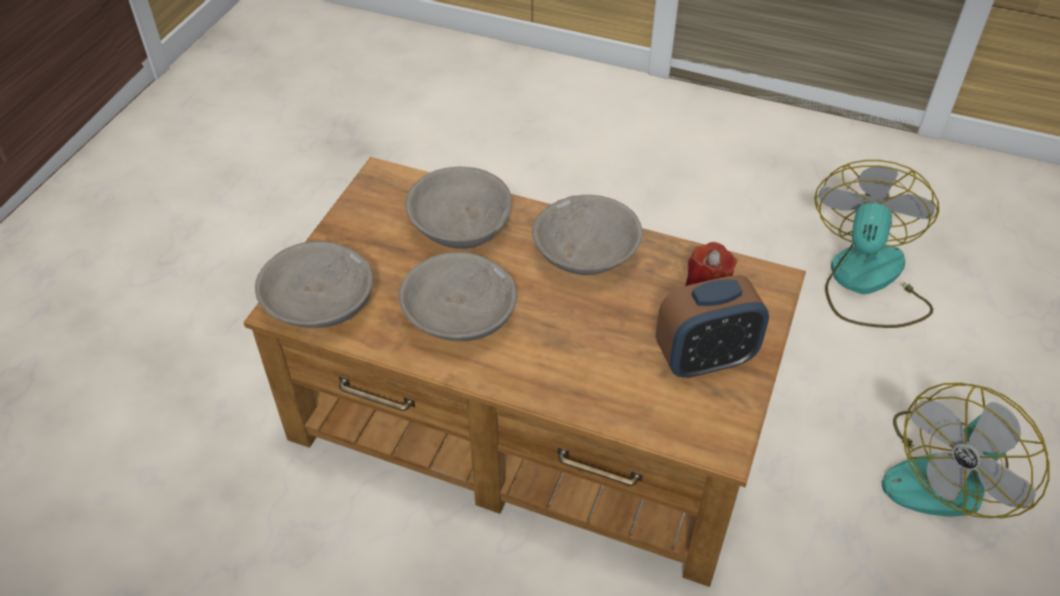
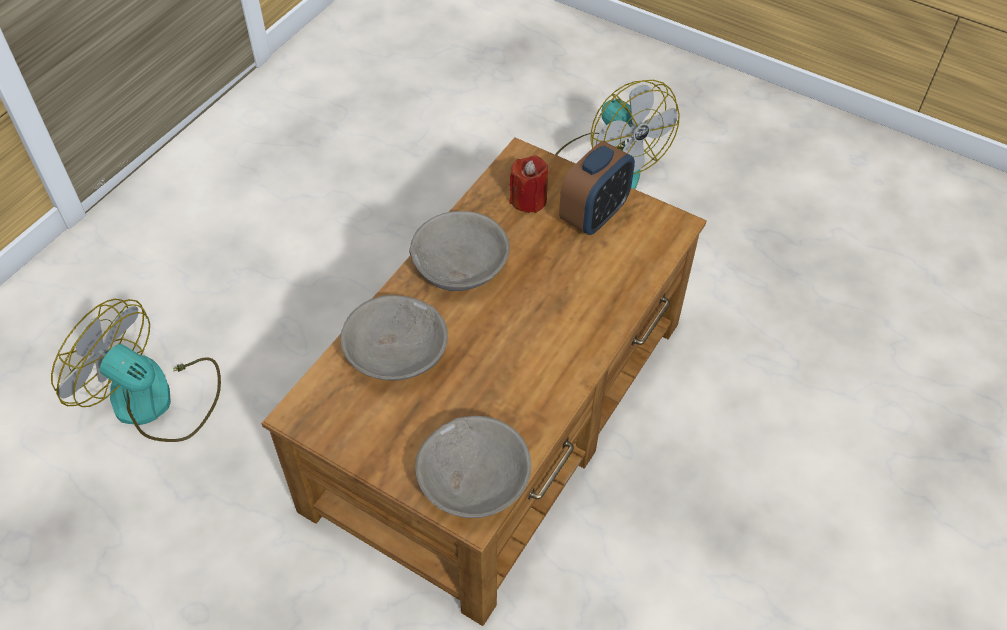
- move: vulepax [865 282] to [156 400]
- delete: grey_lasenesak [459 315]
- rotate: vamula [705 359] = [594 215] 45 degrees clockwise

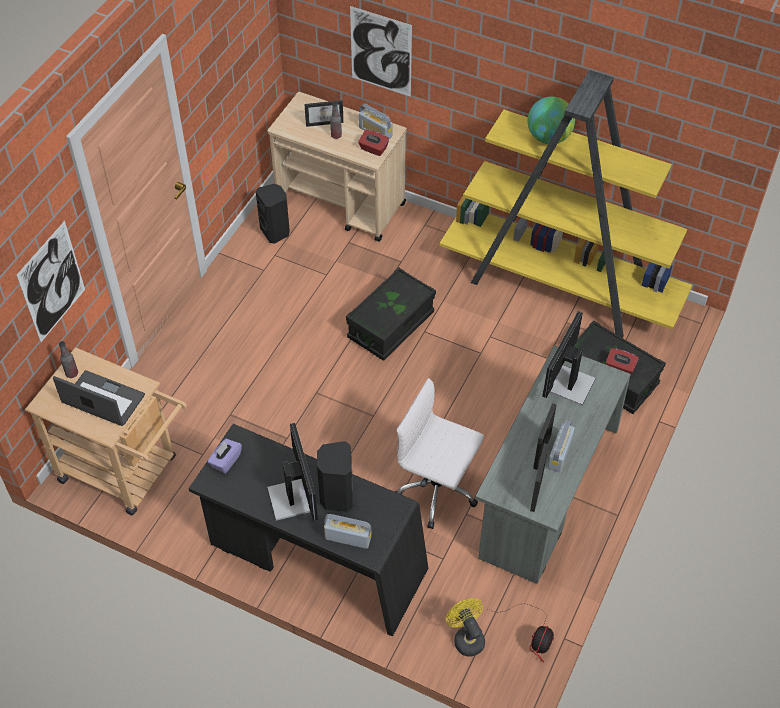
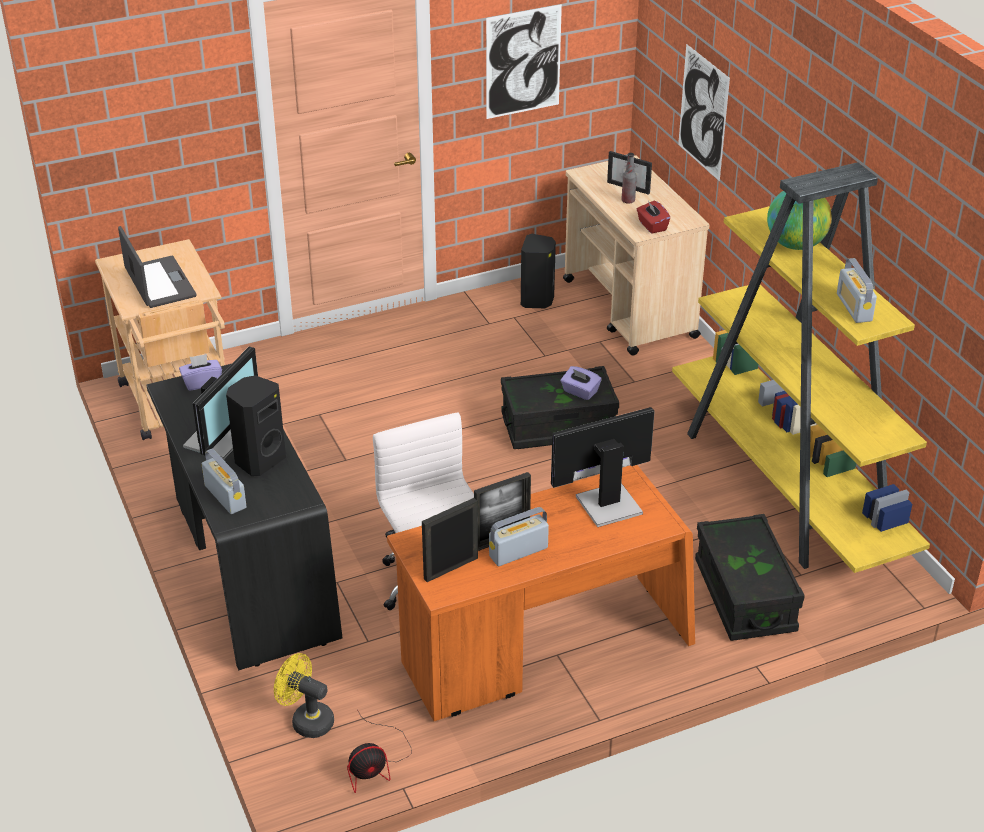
- move: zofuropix [375 132] to [854 307]
- move: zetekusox [52 282] to [523 62]
- delete: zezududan [72 373]
- recolor: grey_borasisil [546 492] to orange_borasisil [544 651]
- delete: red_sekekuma [620 368]
- rotate: yellow_vulepax [466 637] = [306 720] 75 degrees counterclockwise
- insert: purple_sekekuma [580 392]

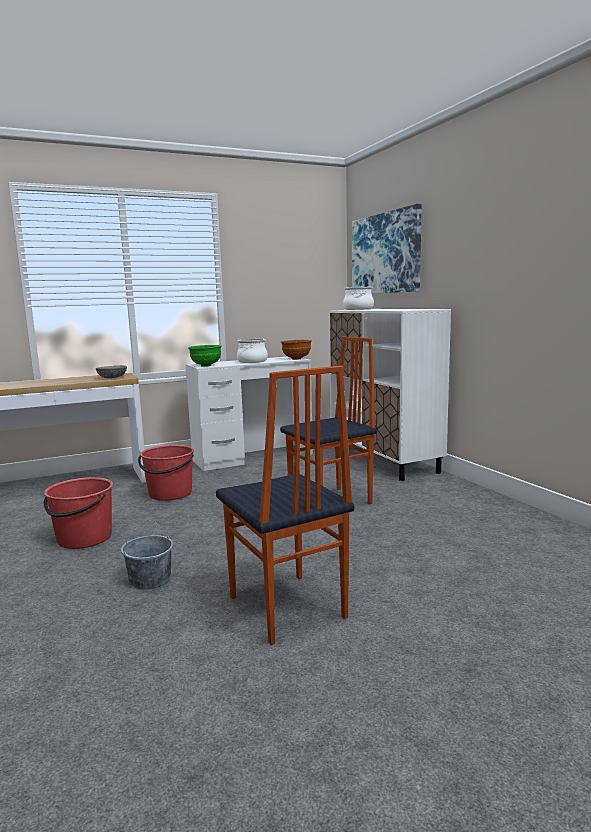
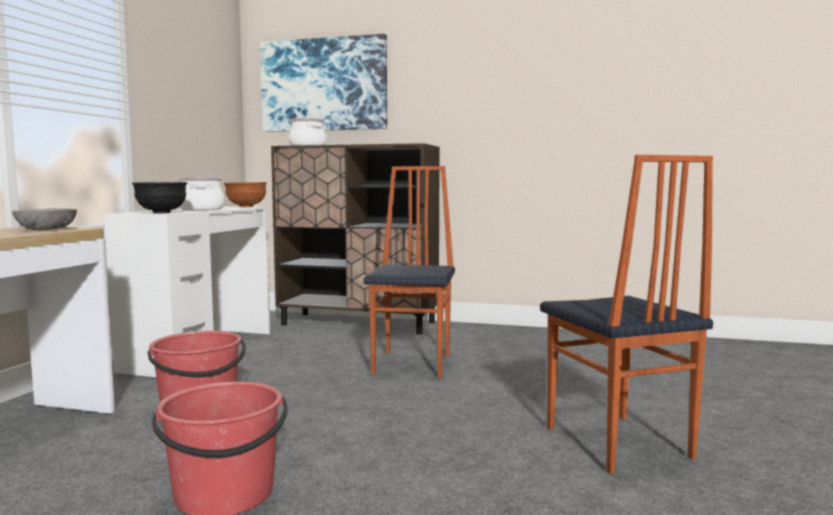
- recolor: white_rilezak [384 460] to brown_rilezak [359 323]
- recolor: green_lasenesak [205 366] to black_lasenesak [160 213]
- rotate: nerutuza [285 608] = [616 443] 60 degrees clockwise
- delete: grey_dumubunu [150 579]

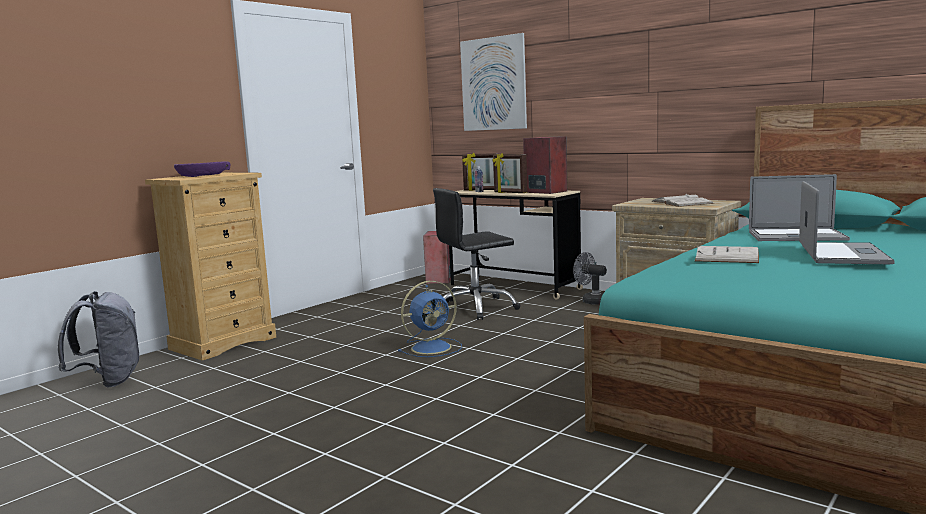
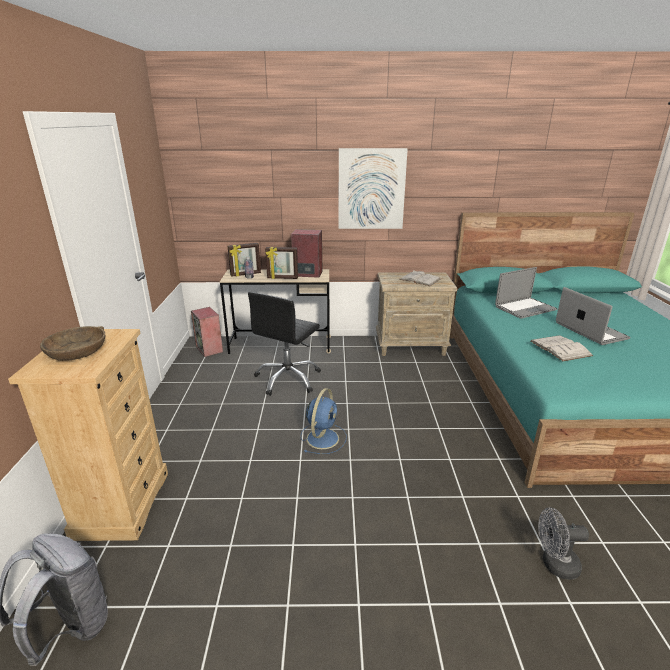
- move: zetekusox [493 84] to [371 189]
- recolor: purple_lasenesak [202 175] to brown_lasenesak [77 351]
- move: grey_vulepax [591 301] to [554 564]

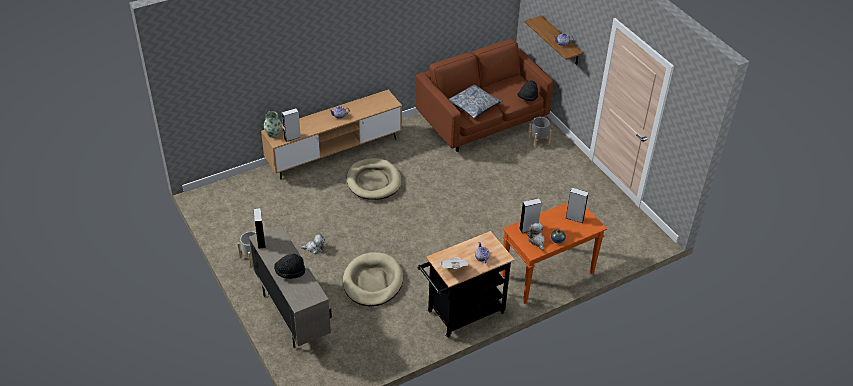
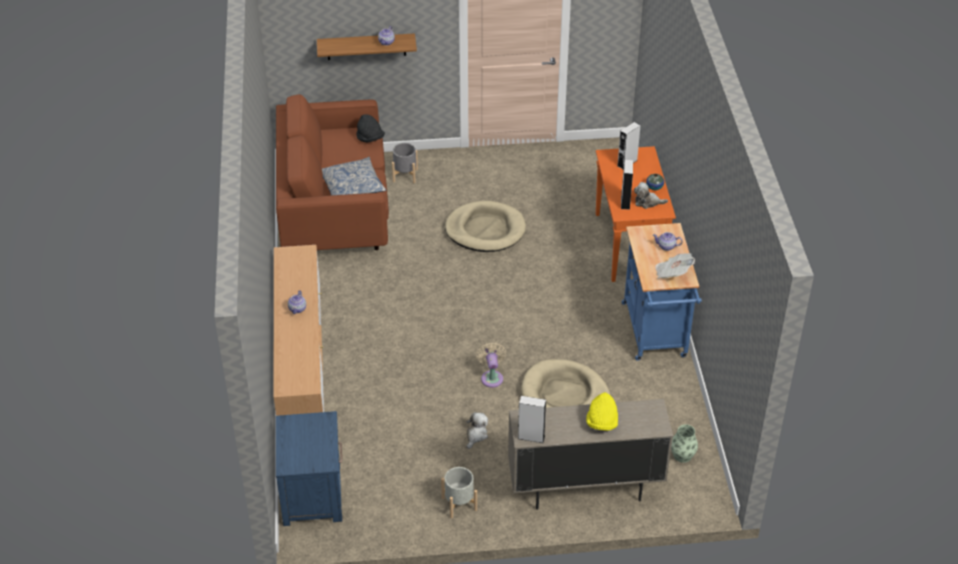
- delete: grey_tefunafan [292 137]
- move: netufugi [273 133] to [682 455]
- move: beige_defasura [373 181] to [485 230]
- recolor: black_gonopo [461 314] to blue_gonopo [655 334]
- recolor: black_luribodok [290 272] to yellow_luribodok [602 422]
- insert: beige_vulepax [491 377]
- insert: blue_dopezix [313 493]

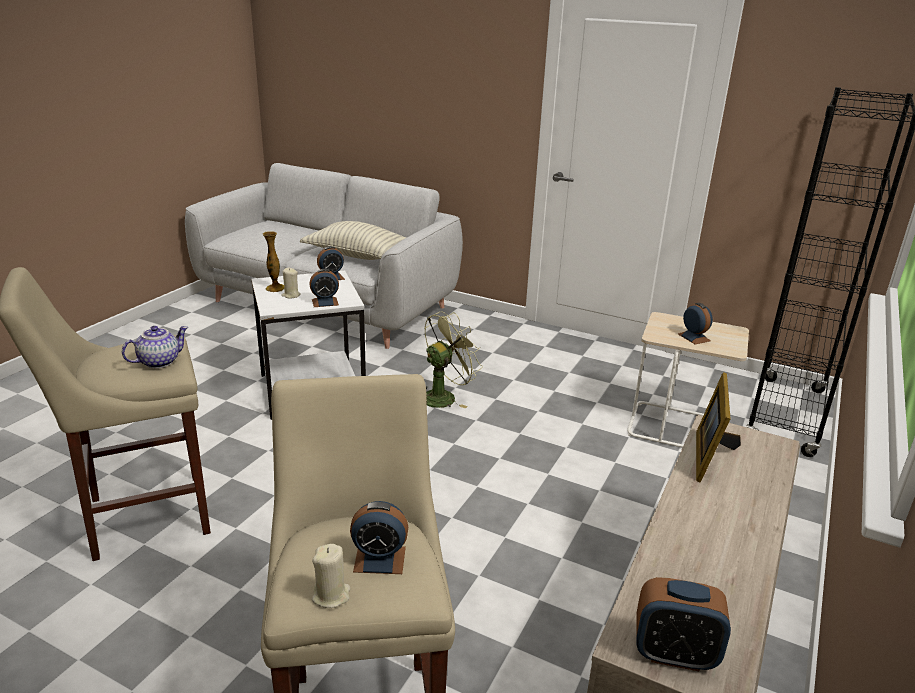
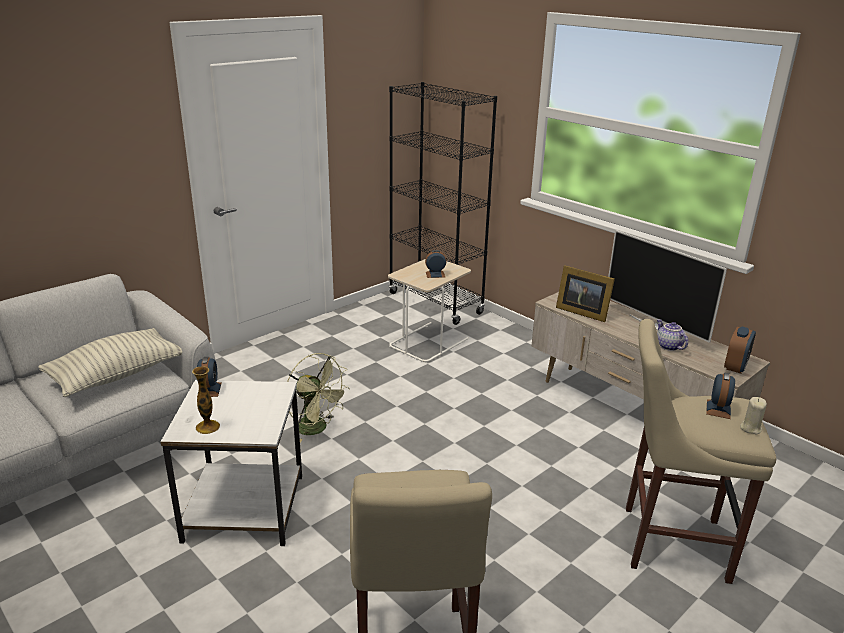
- delete: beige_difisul [291 295]
- delete: vamula [325 302]
- rotate: green_vulepax [443 396] = [317 429] 150 degrees clockwise
- move: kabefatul [159 361] to [668 346]
- insert: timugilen [656 326]

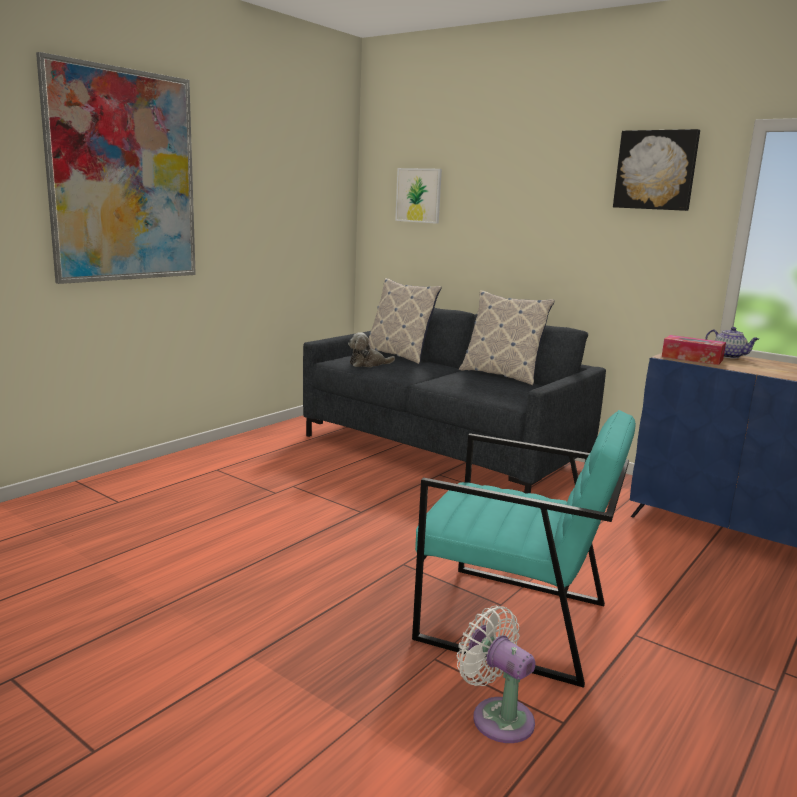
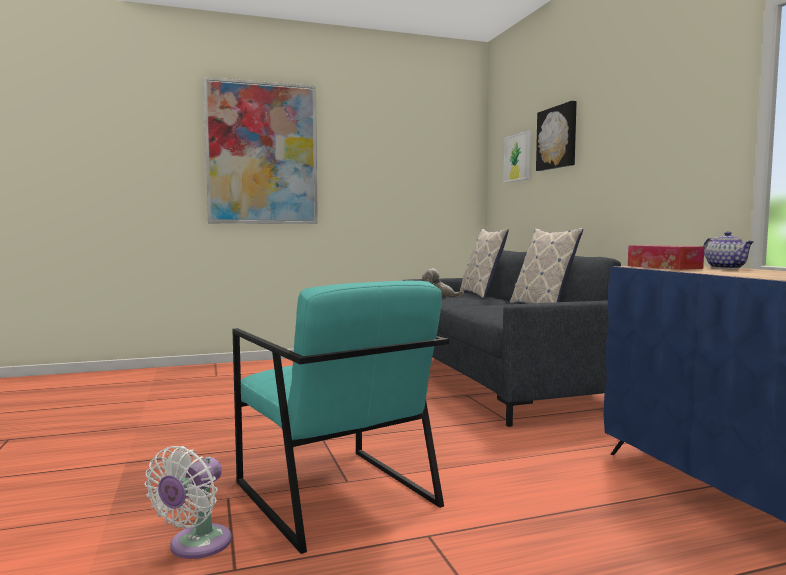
- move: zetekusox [656 170] to [558 138]
- rotate: white_vulepax [498 716] = [196 546] 150 degrees counterclockwise

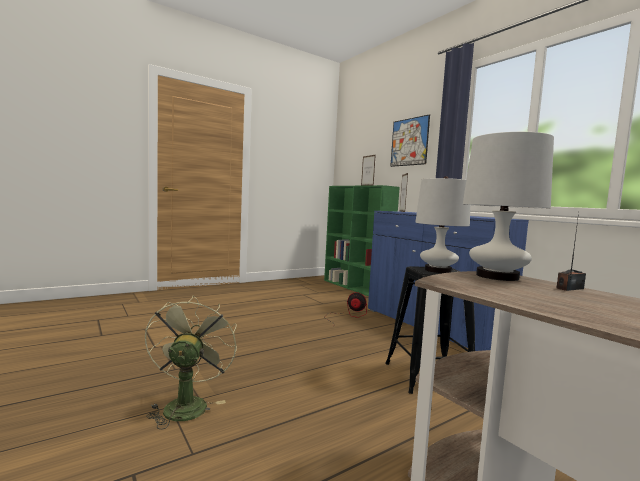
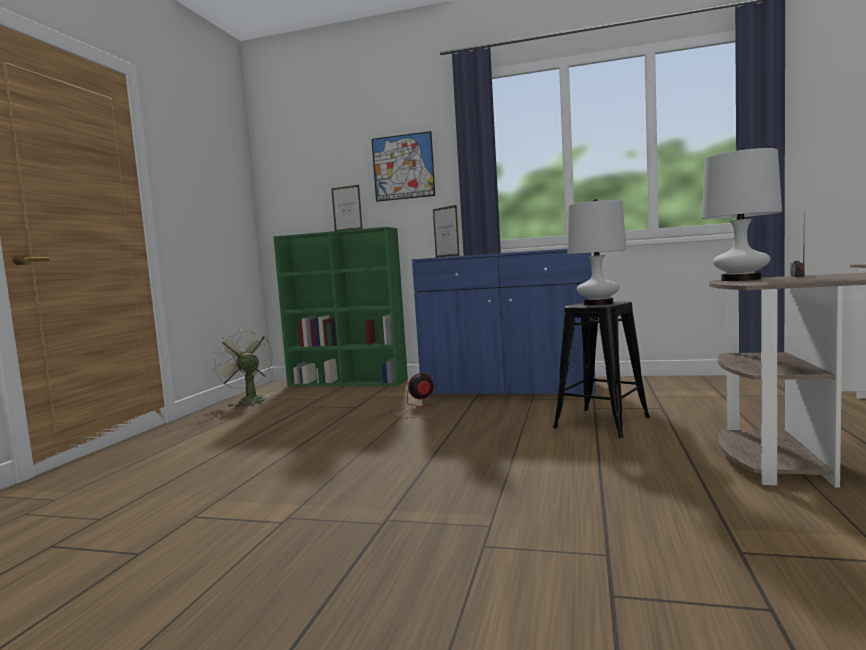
- move: green_vulepax [187 404] to [247 401]

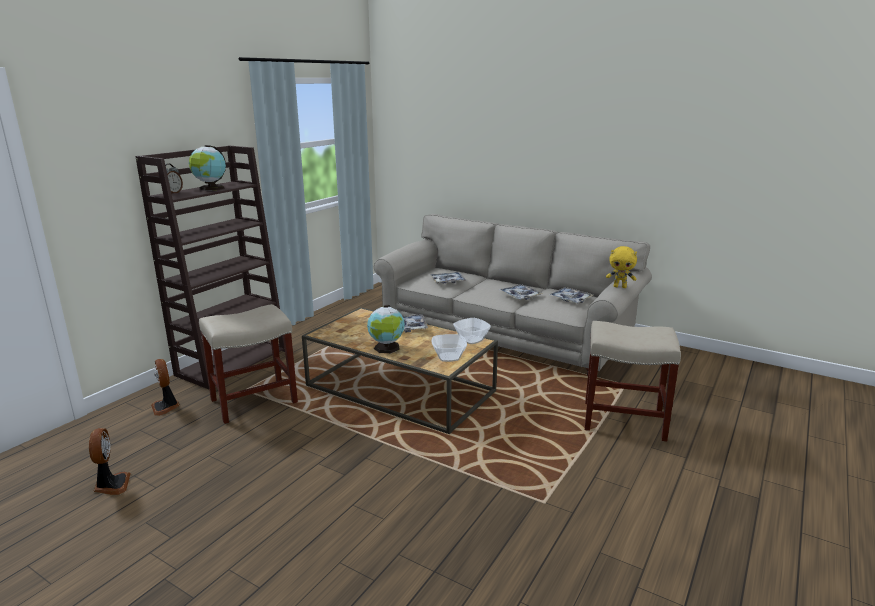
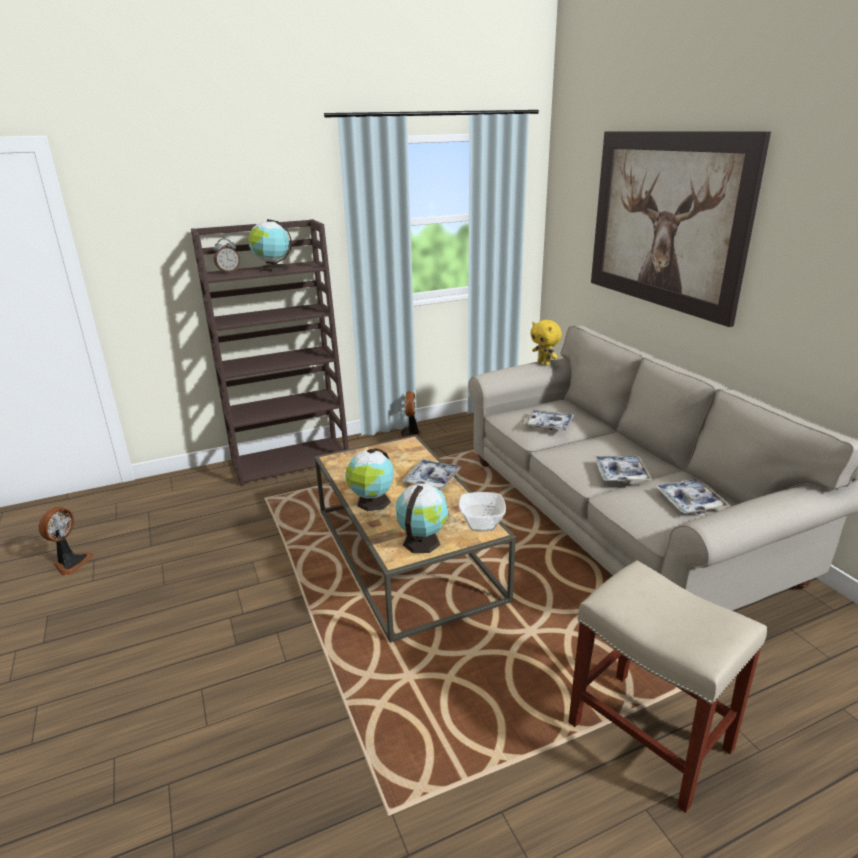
- move: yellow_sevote [620 287] to [544 363]
- delete: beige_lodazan [255 401]
- replace: lasenesak [448 357] to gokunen [422 541]
- move: vulepax [166 407] to [409 434]
- insert: zetekusox [666 221]

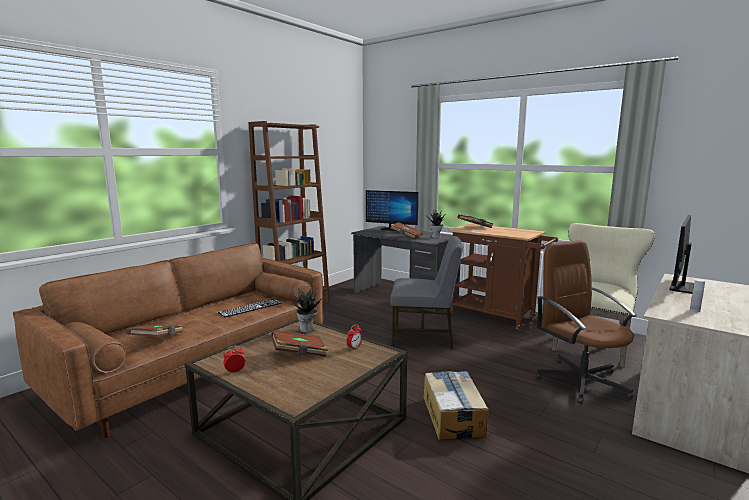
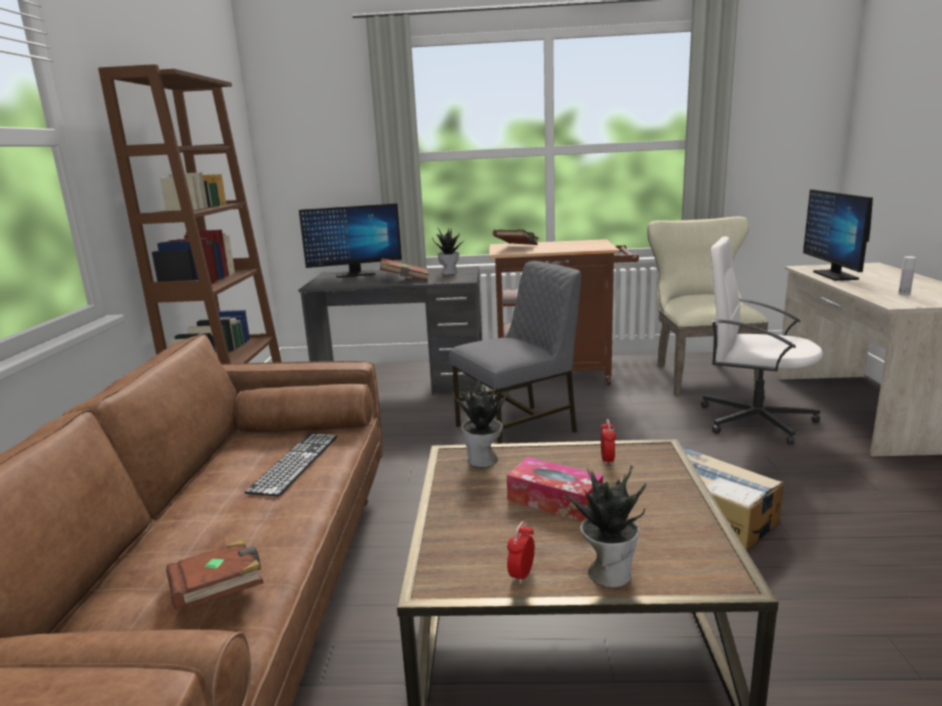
- recolor: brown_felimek [581 381] to white_felimek [754 420]
- replace: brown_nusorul [299 353] to sekekuma [554 500]
- insert: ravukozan [608 572]

